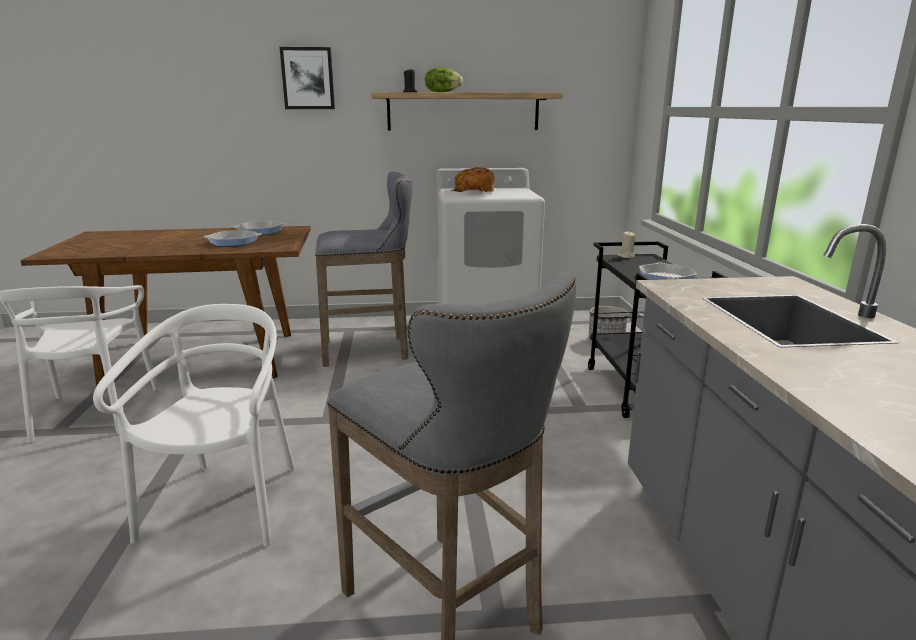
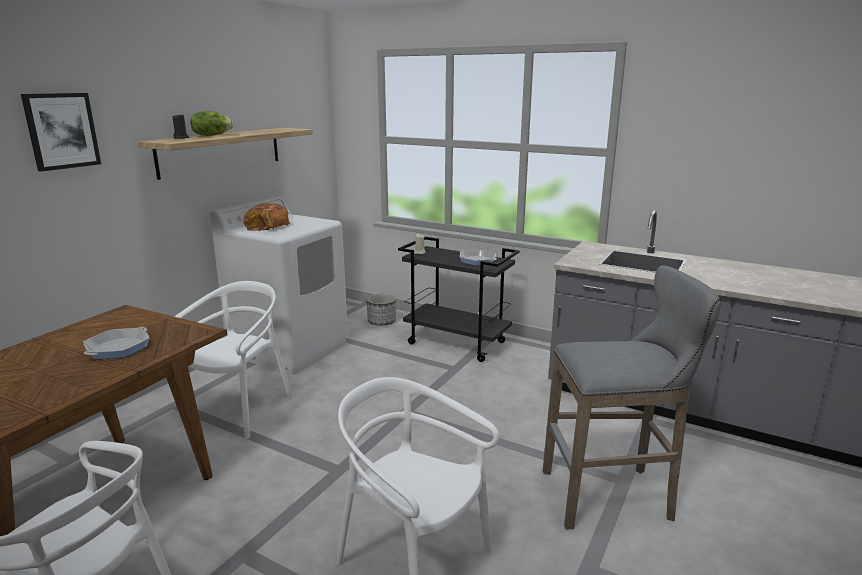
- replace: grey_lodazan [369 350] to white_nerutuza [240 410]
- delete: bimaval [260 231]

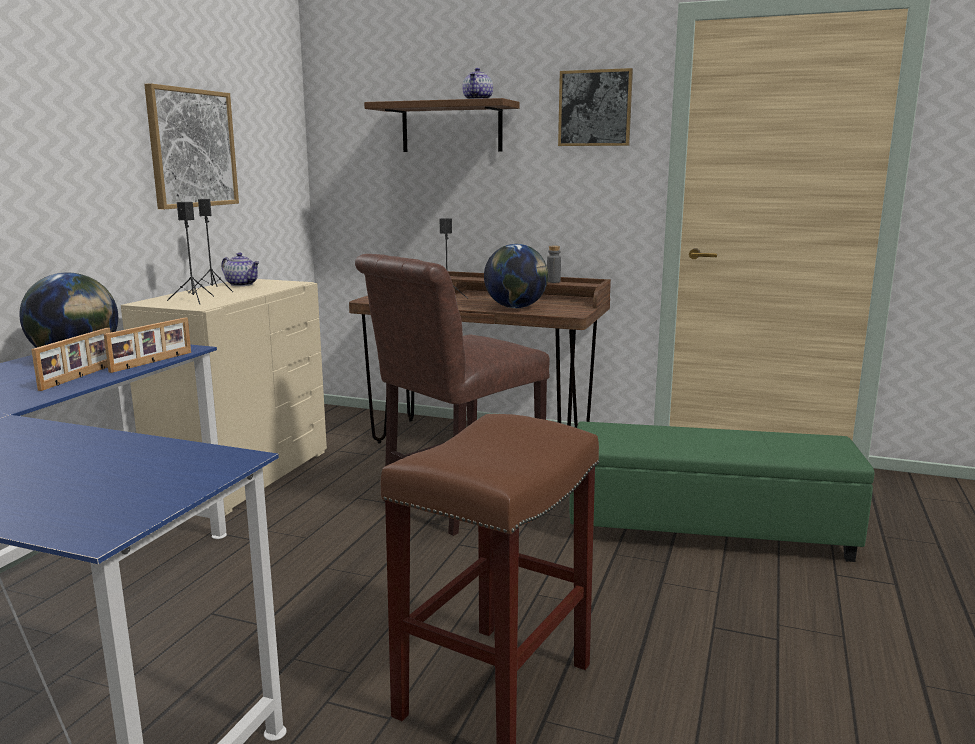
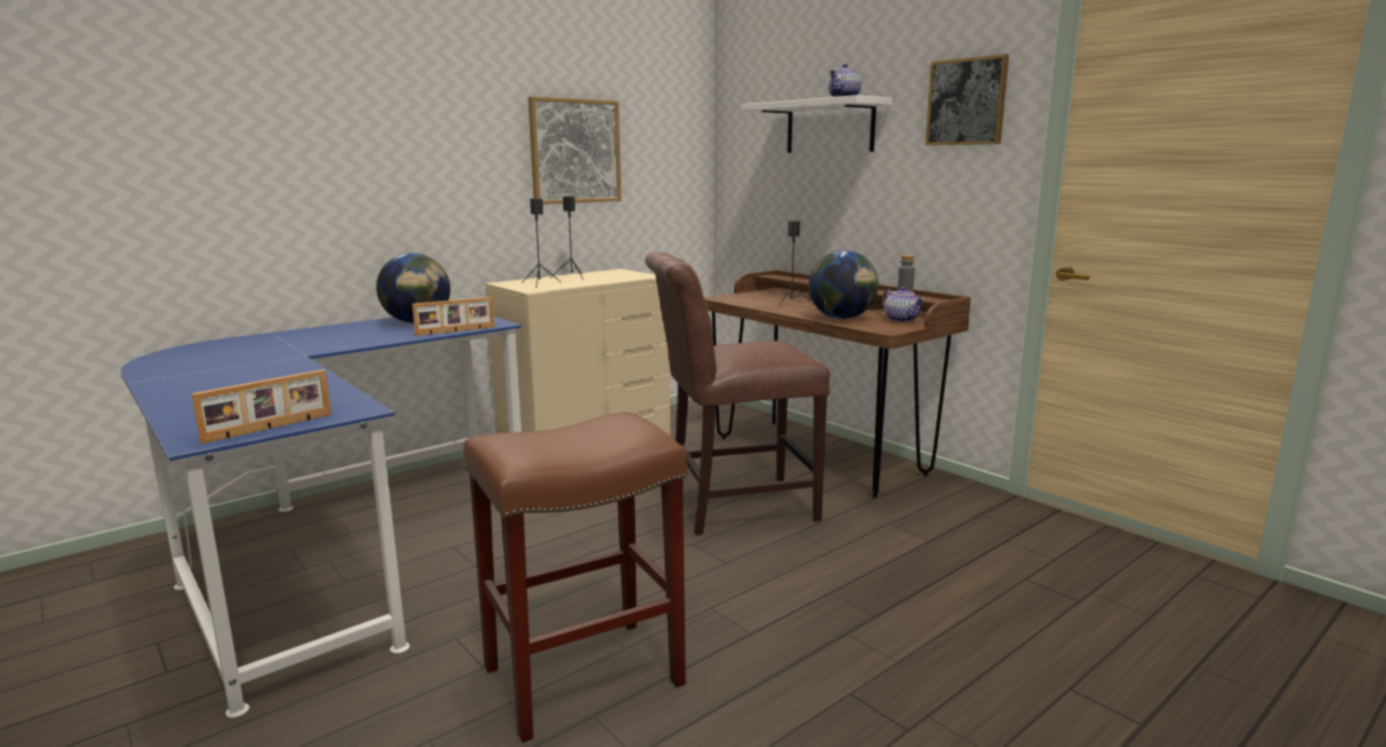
- recolor: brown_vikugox [451 127] to white_vikugox [830 127]
- move: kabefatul [242 284] to [902 320]
- move: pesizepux [80 377] to [269 428]
- delete: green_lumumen [707 529]

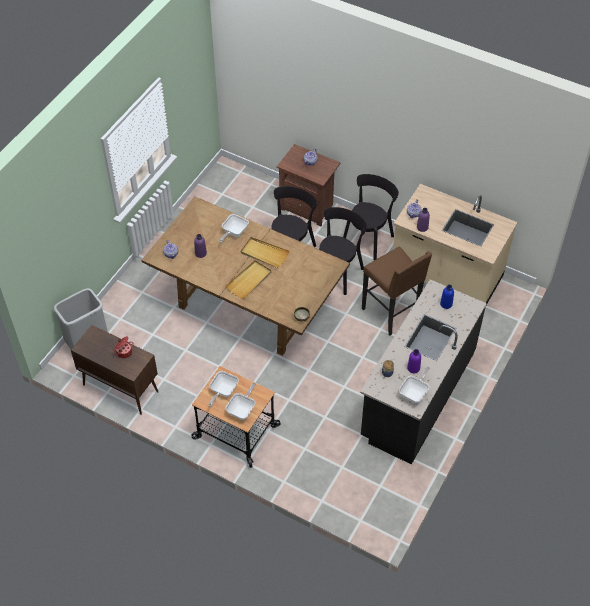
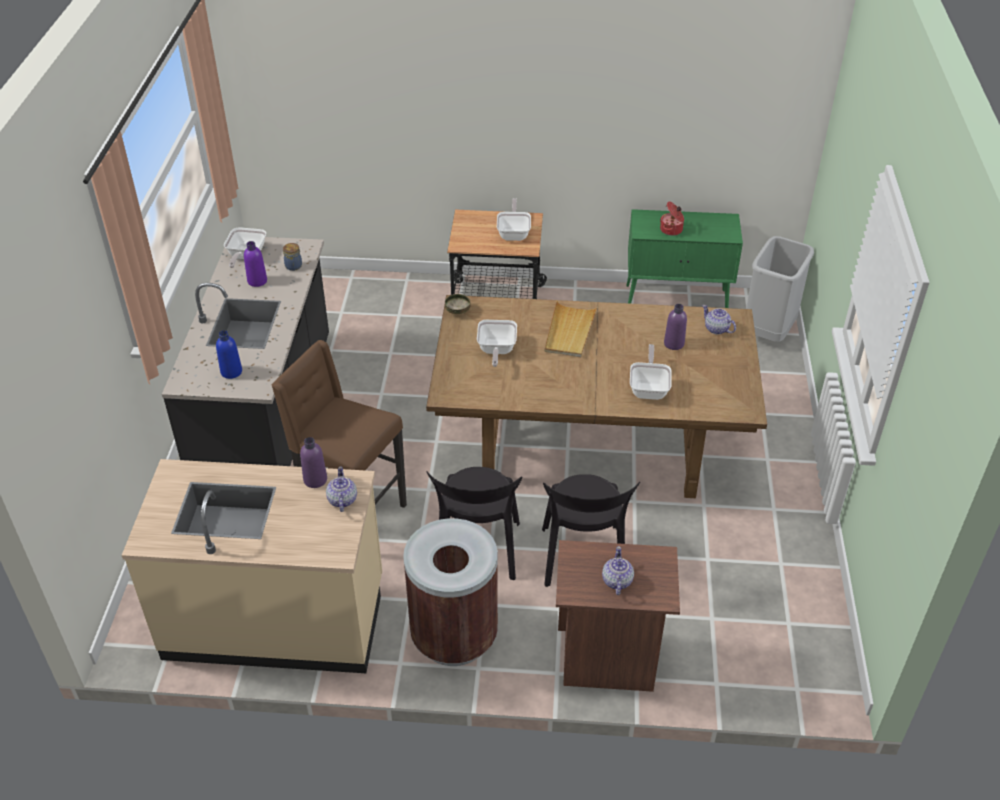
- replace: black_nerutuza [368 238] to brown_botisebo [454 637]
- delete: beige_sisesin [264 254]
- recolor: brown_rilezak [120 388] to green_rilezak [677 301]
- move: bimaval [242 409] to [496 351]

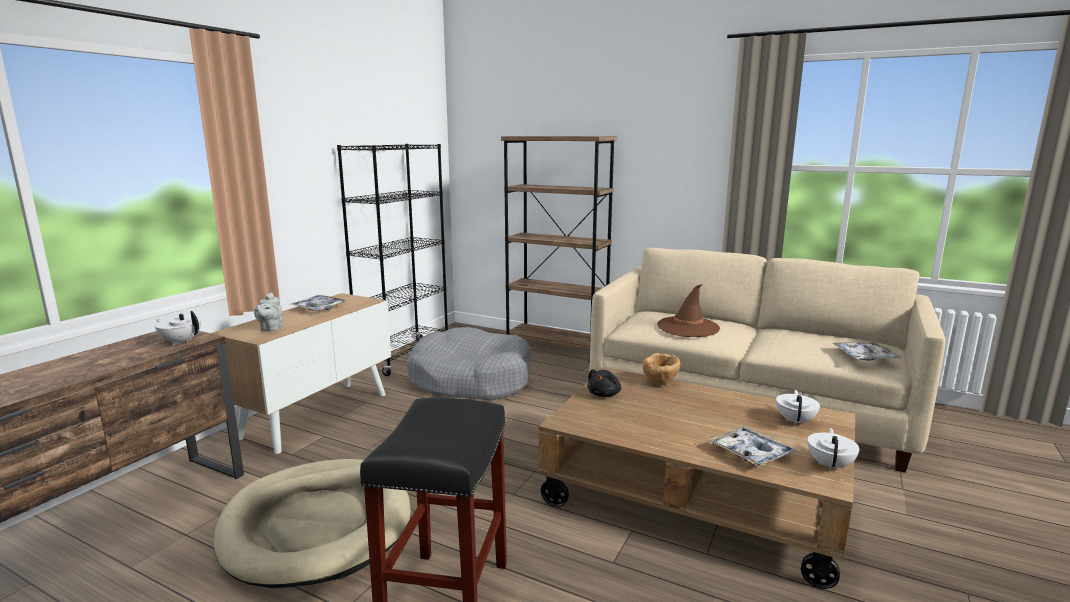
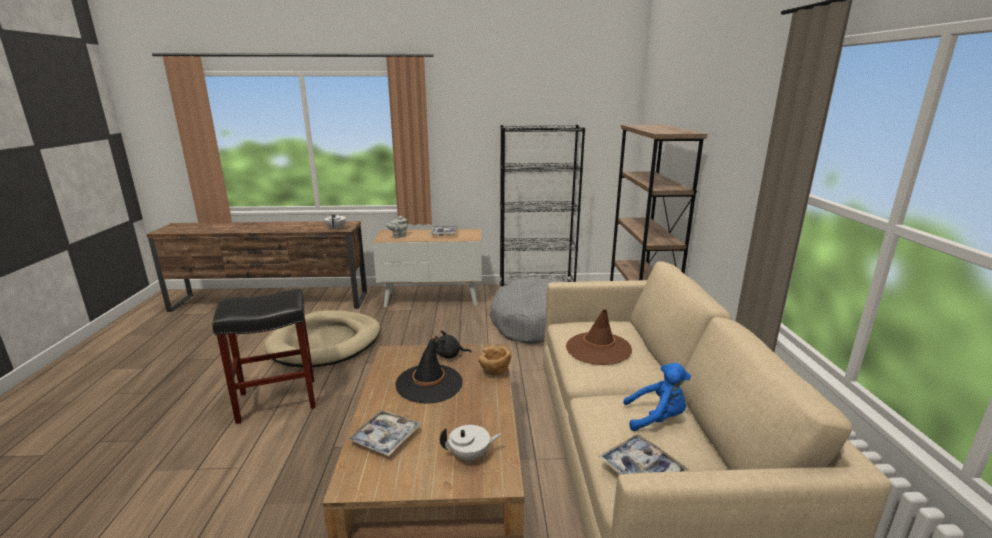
- delete: white_kabefatul [830 465]
- insert: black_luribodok [429 384]
- insert: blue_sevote [656 418]

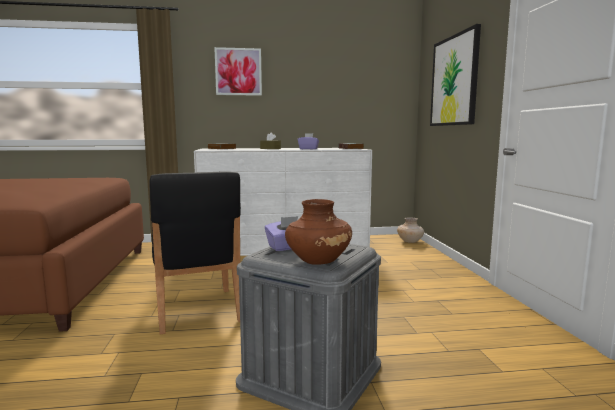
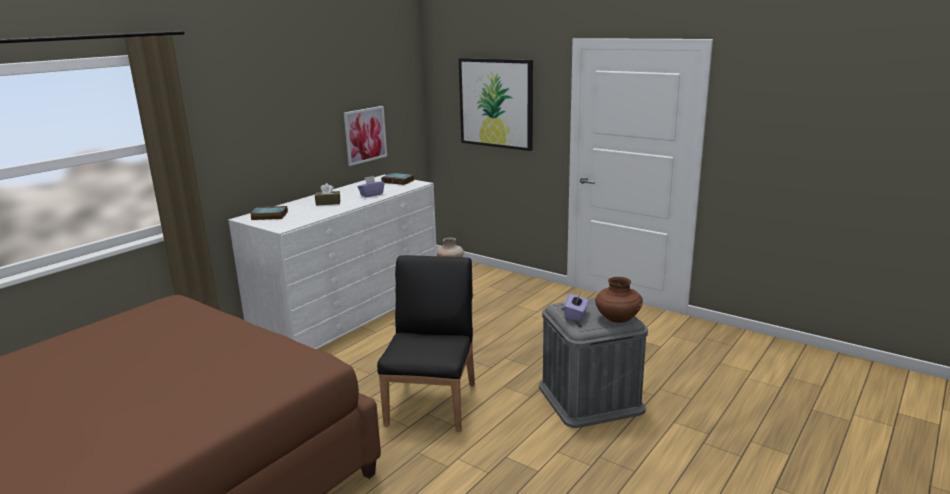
- move: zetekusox [238 72] to [365 135]
- rotate: black_nerutuza [197 310] = [432 403] 105 degrees counterclockwise

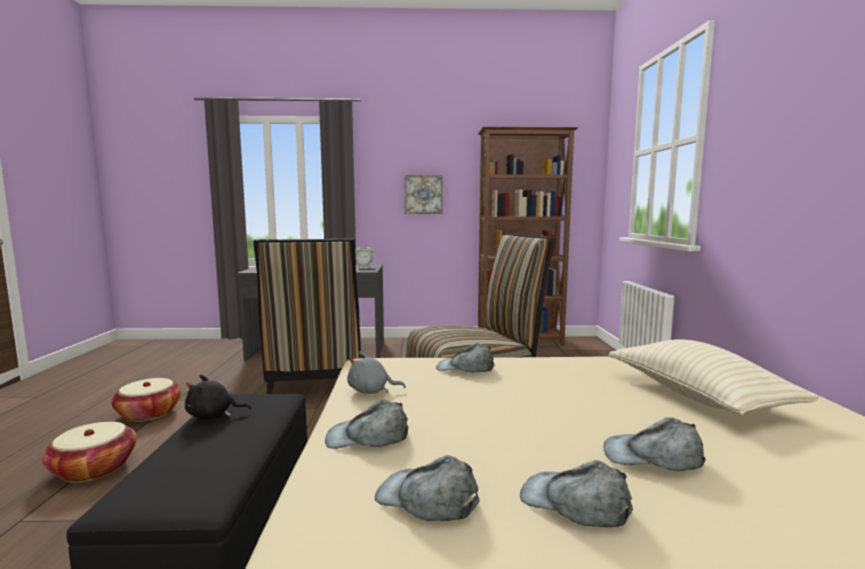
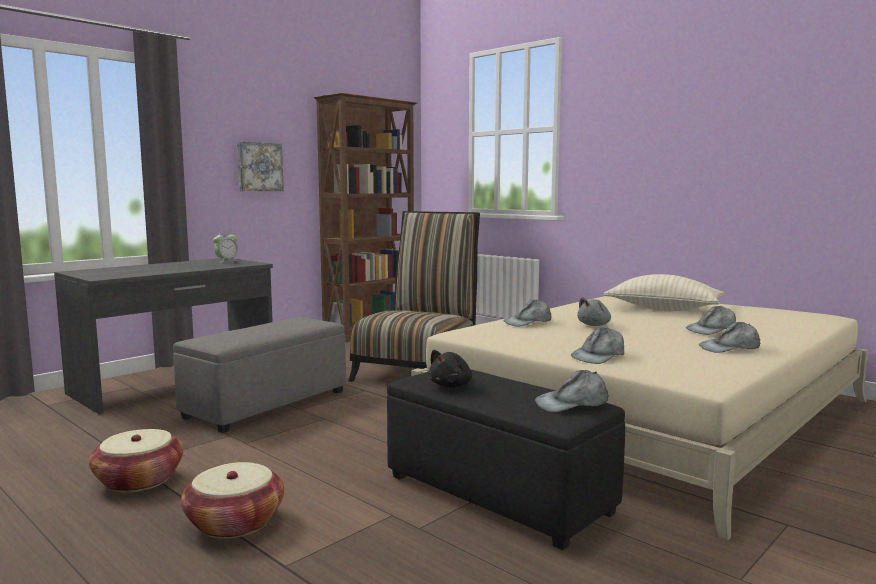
- replace: nerutuza [317 383] to grey_lumumen [266 404]
- move: grey_sevote [371 391] to [595 325]
- move: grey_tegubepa [427 498] to [572 403]

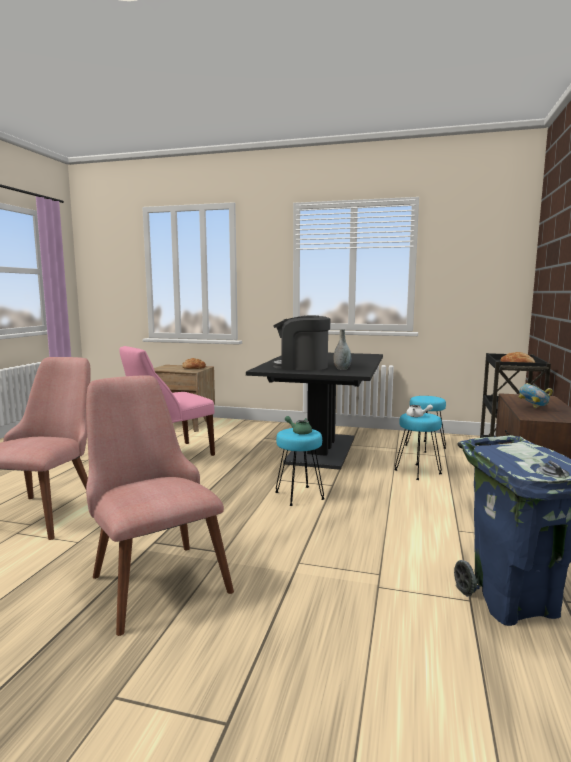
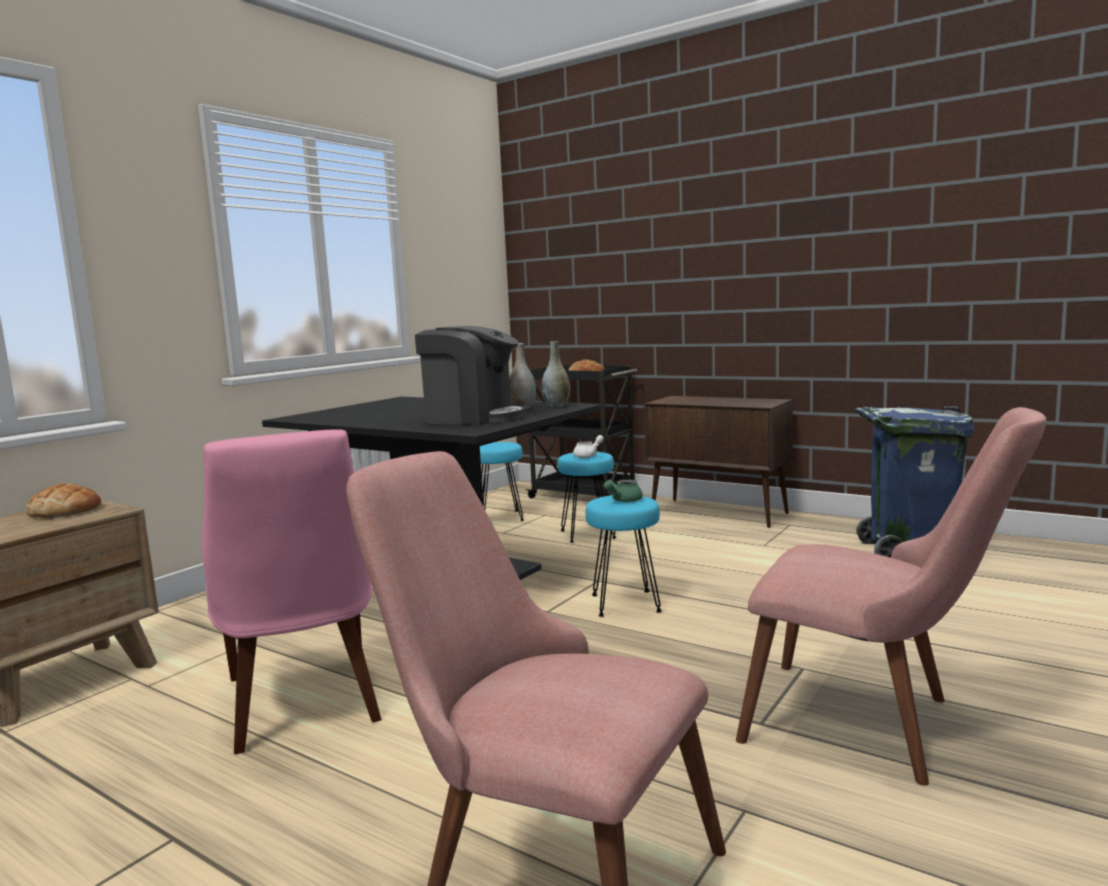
- rotate: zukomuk [301 366] = [472 418] 105 degrees counterclockwise
- rotate: pink_nerutuza [152 575] = [876 724] 135 degrees counterclockwise
- delete: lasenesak [533 408]
- insert: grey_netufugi [556 406]

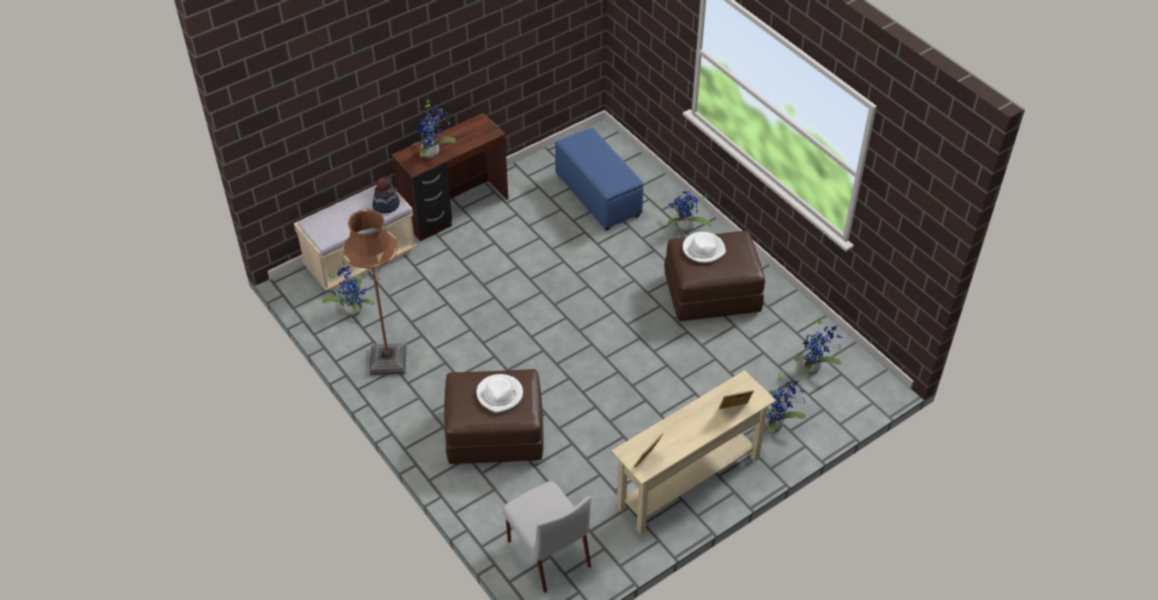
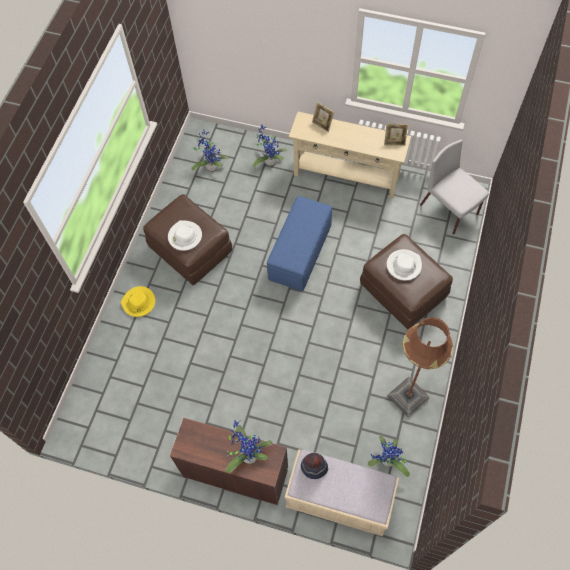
- move: blue_lumumen [598 196] to [300 253]
- replace: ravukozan [684 228] to yellow_luribodok [139 303]
- rotate: grey_nerutuza [547 552] = [449 210] 60 degrees counterclockwise

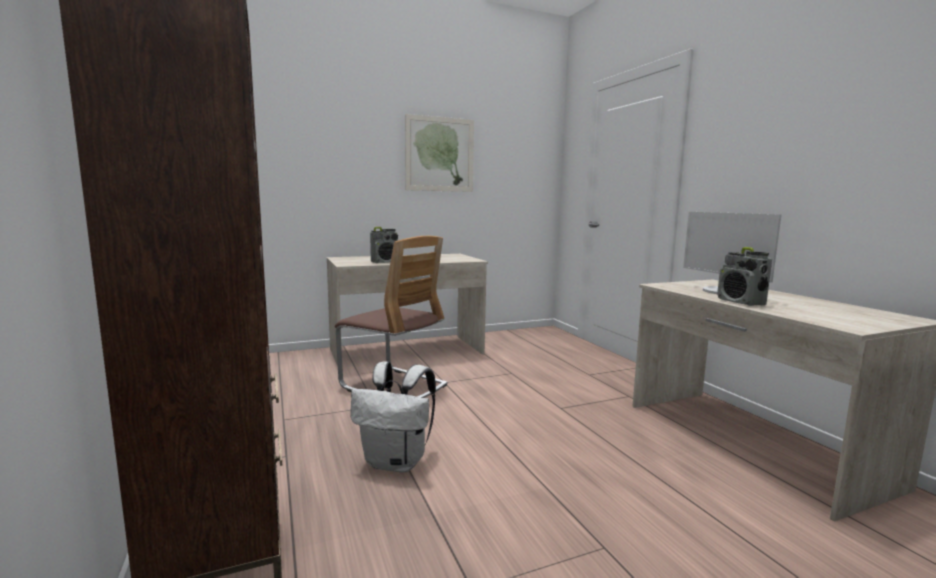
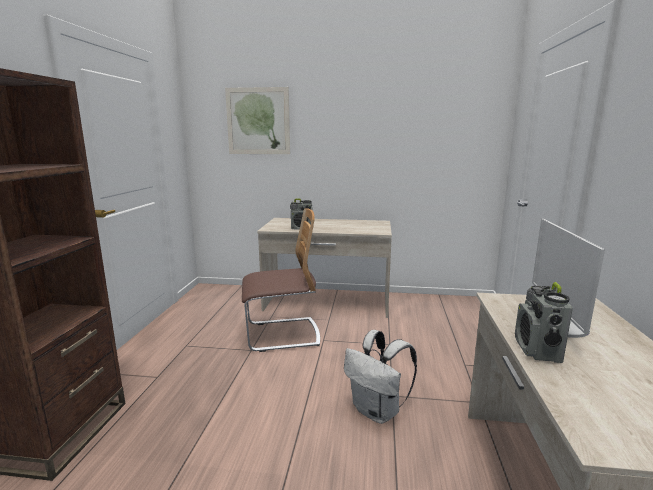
- move: zetekusox [440 154] to [258 121]
- rotate: nerutuza [393 386] = [282 335] 75 degrees counterclockwise
- move: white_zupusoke [397 462] to [378 411]

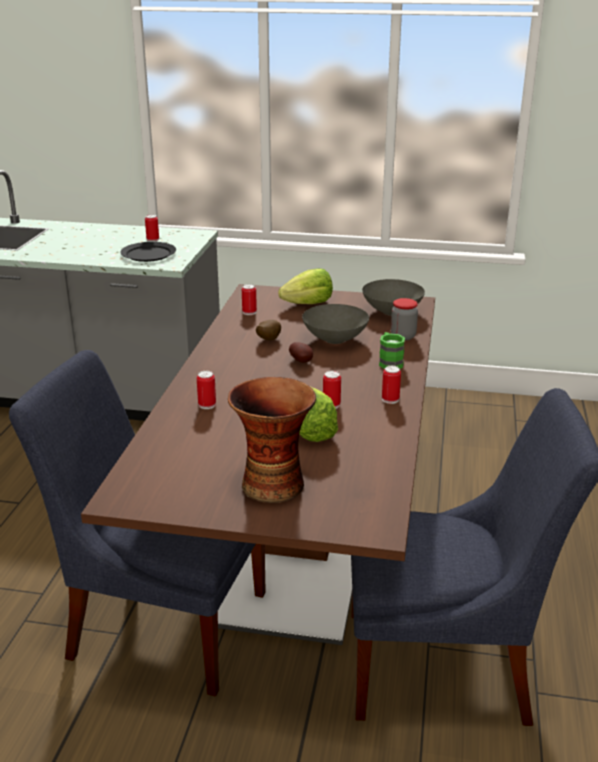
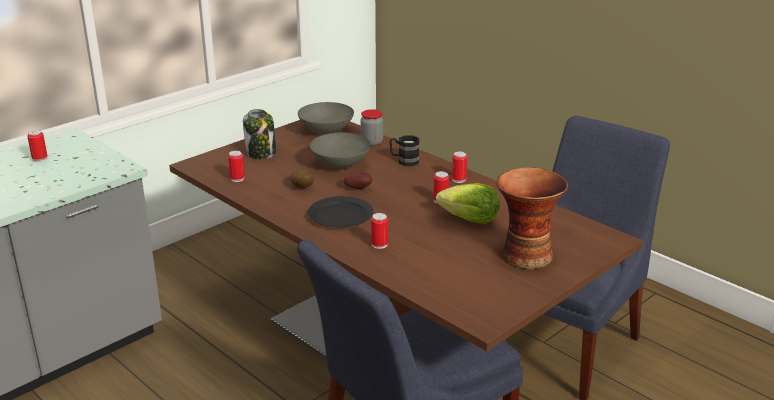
- move: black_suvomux [148 254] to [340 215]
- replace: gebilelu [308 304] to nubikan [261 153]
- recolor: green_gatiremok [389 362] to black_gatiremok [404 160]

